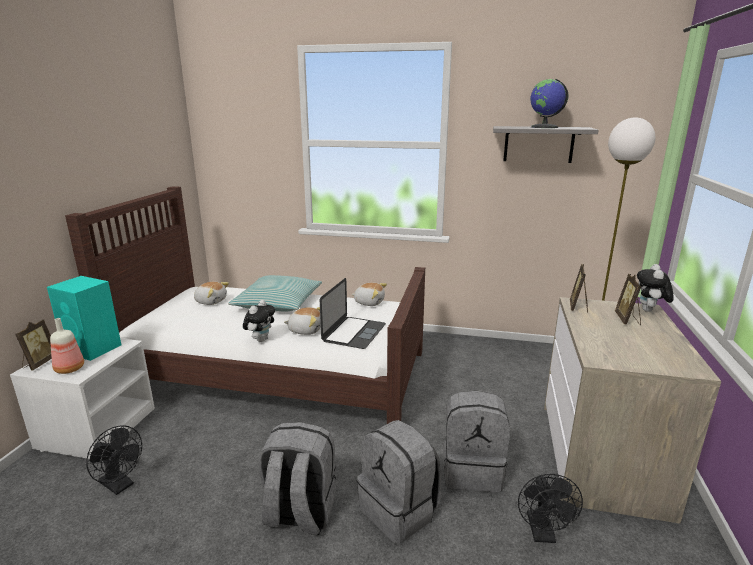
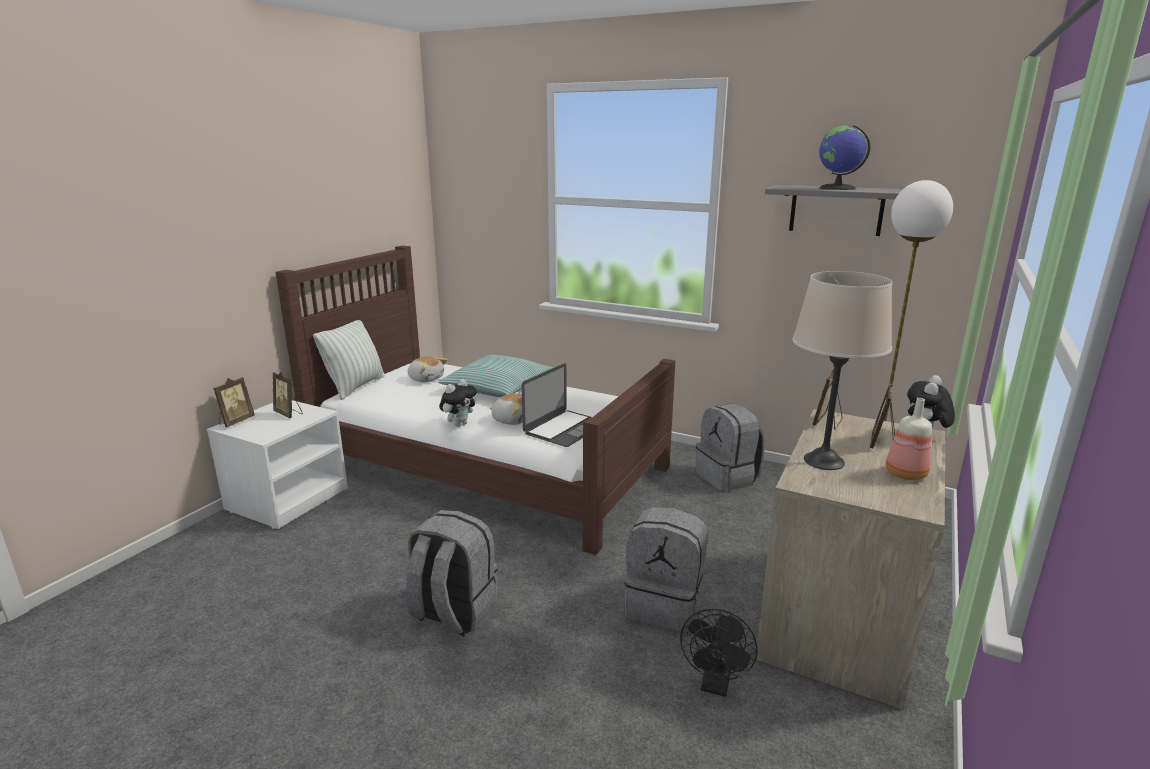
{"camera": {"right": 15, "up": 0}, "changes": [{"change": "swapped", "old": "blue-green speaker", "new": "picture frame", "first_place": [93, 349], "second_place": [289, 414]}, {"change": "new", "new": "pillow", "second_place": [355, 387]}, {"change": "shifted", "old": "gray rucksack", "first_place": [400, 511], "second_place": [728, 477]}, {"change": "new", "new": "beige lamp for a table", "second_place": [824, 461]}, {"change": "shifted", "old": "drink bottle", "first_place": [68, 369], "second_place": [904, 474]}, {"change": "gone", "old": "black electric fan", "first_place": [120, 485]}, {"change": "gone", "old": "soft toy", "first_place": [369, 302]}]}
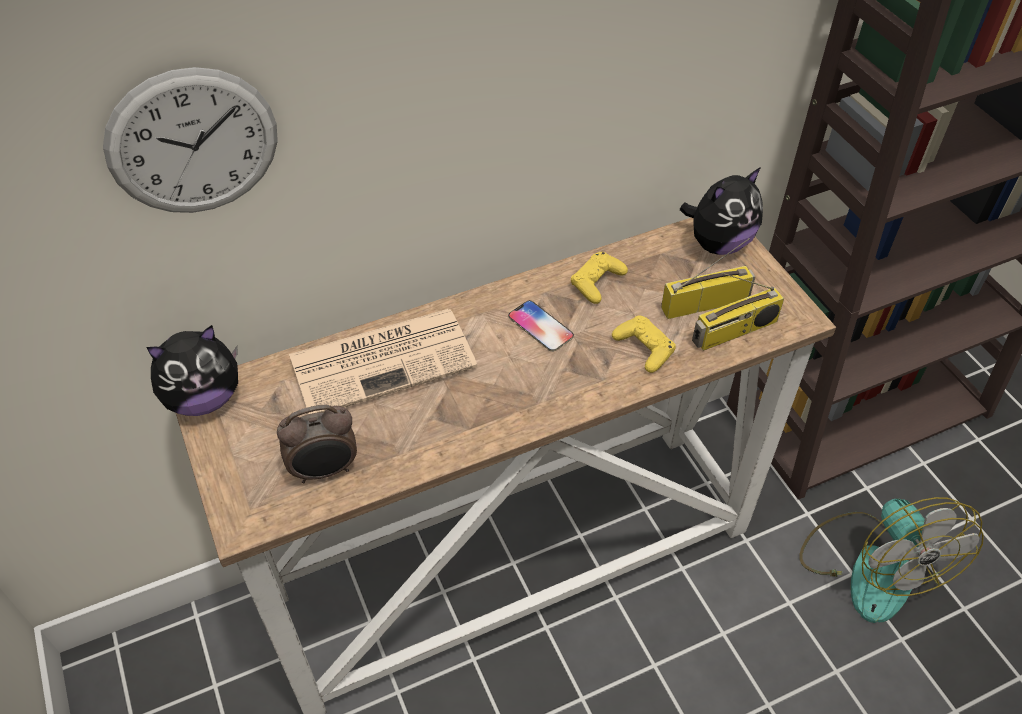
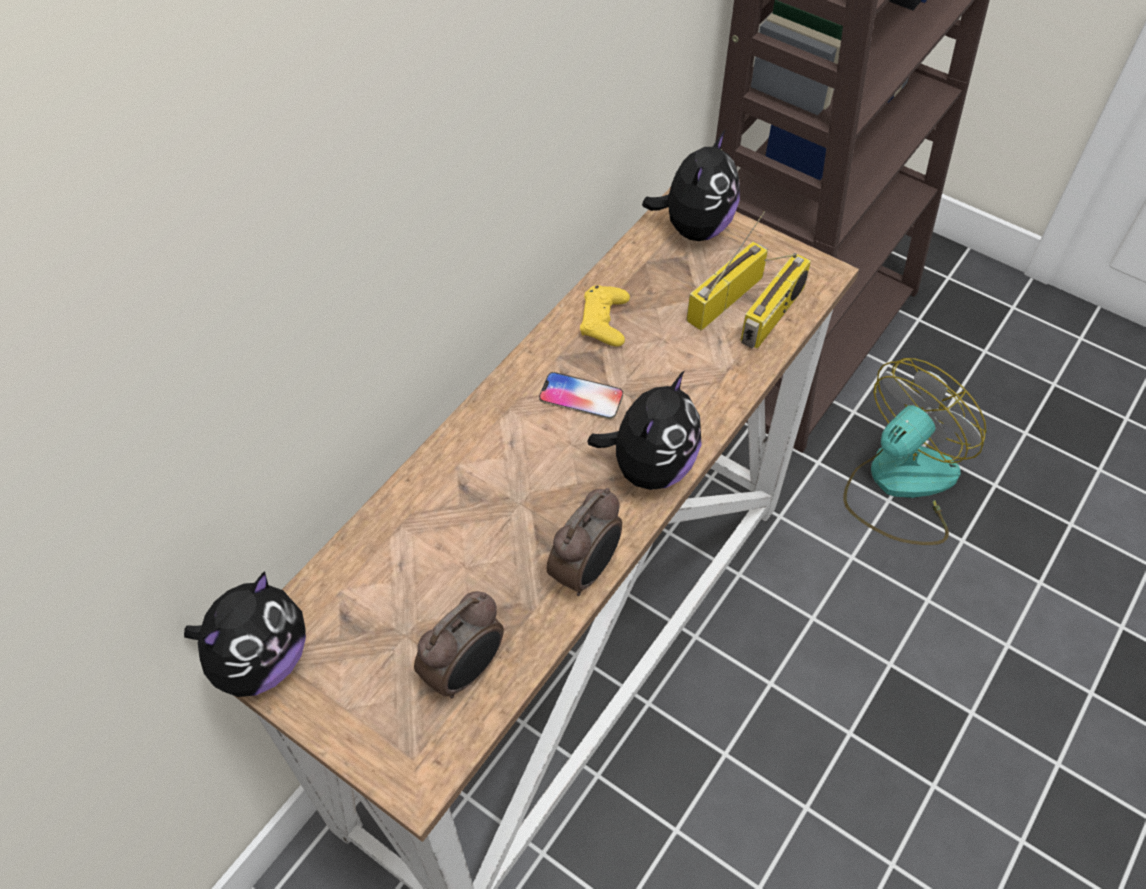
{"camera": {"right": -30, "up": 5}, "changes": [{"change": "new", "new": "table clock", "second_place": [586, 570]}, {"change": "new", "new": "soft toy", "second_place": [649, 466]}, {"change": "rotated", "old": "electric fan", "first_place": [871, 565], "second_place": [899, 484], "degrees": -90}, {"change": "gone", "old": "hanging clock", "first_place": [193, 143]}, {"change": "gone", "old": "printed paper", "first_place": [384, 360]}, {"change": "gone", "old": "yellowish game controller", "first_place": [644, 348]}]}
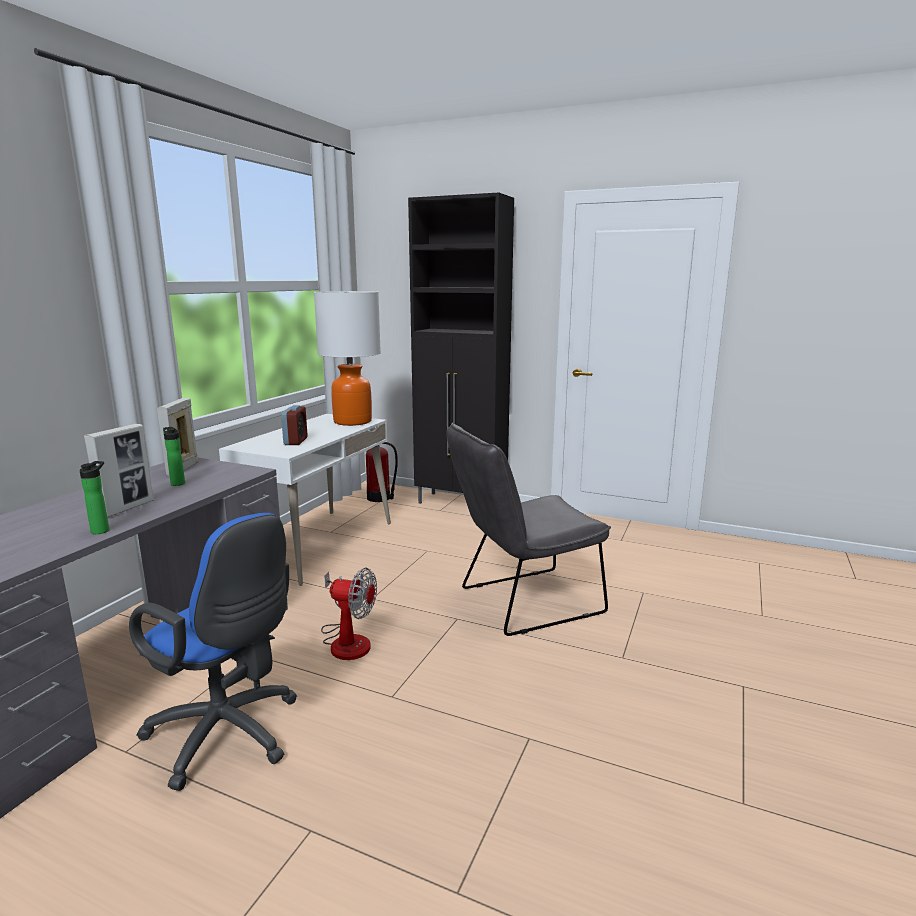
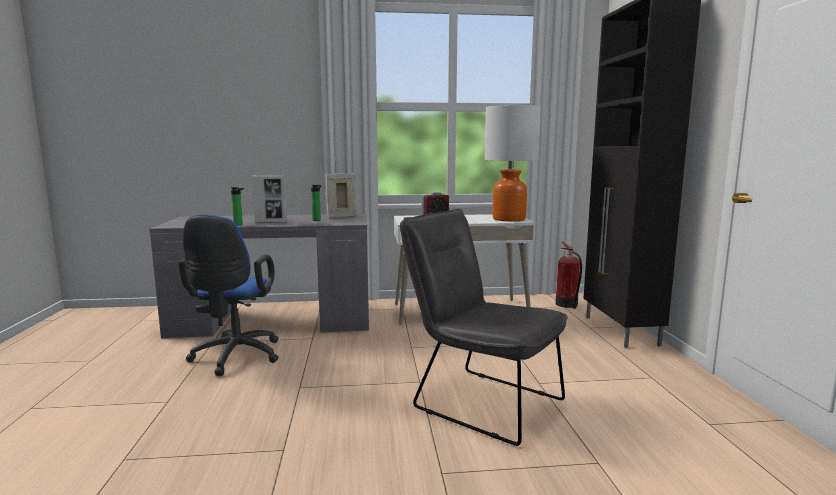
{"camera": {"right": 60, "up": -5}, "changes": [{"change": "gone", "old": "electric fan", "first_place": [347, 640]}]}
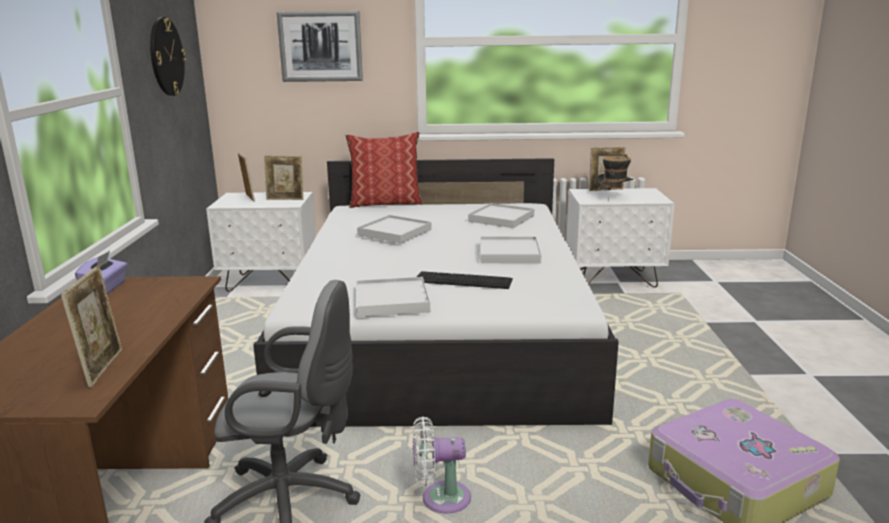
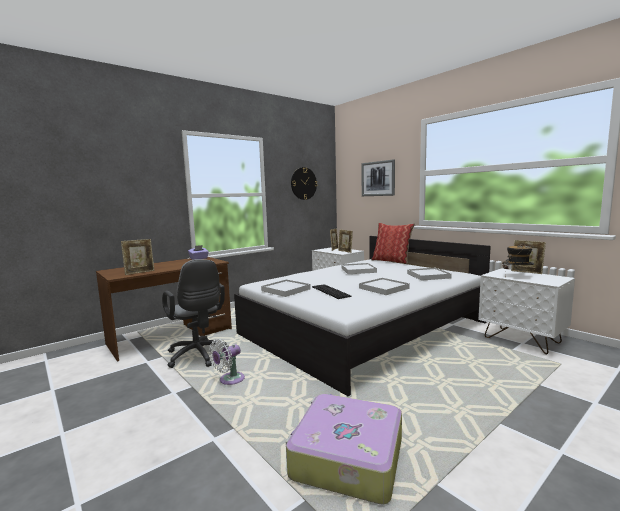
{"camera": {"right": 50, "up": -10}, "changes": [{"change": "rotated", "old": "white electric fan", "first_place": [440, 499], "second_place": [229, 380], "degrees": -90}]}
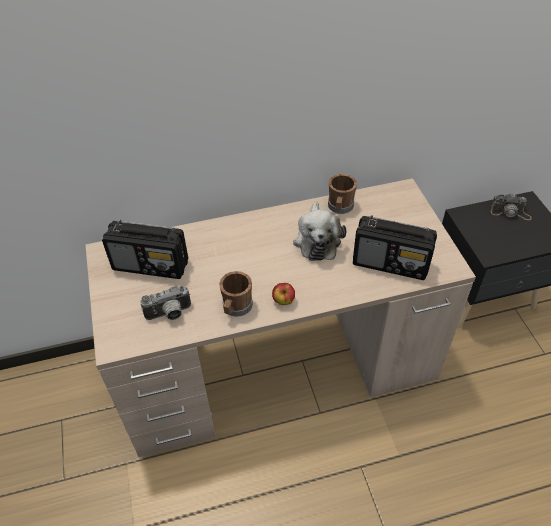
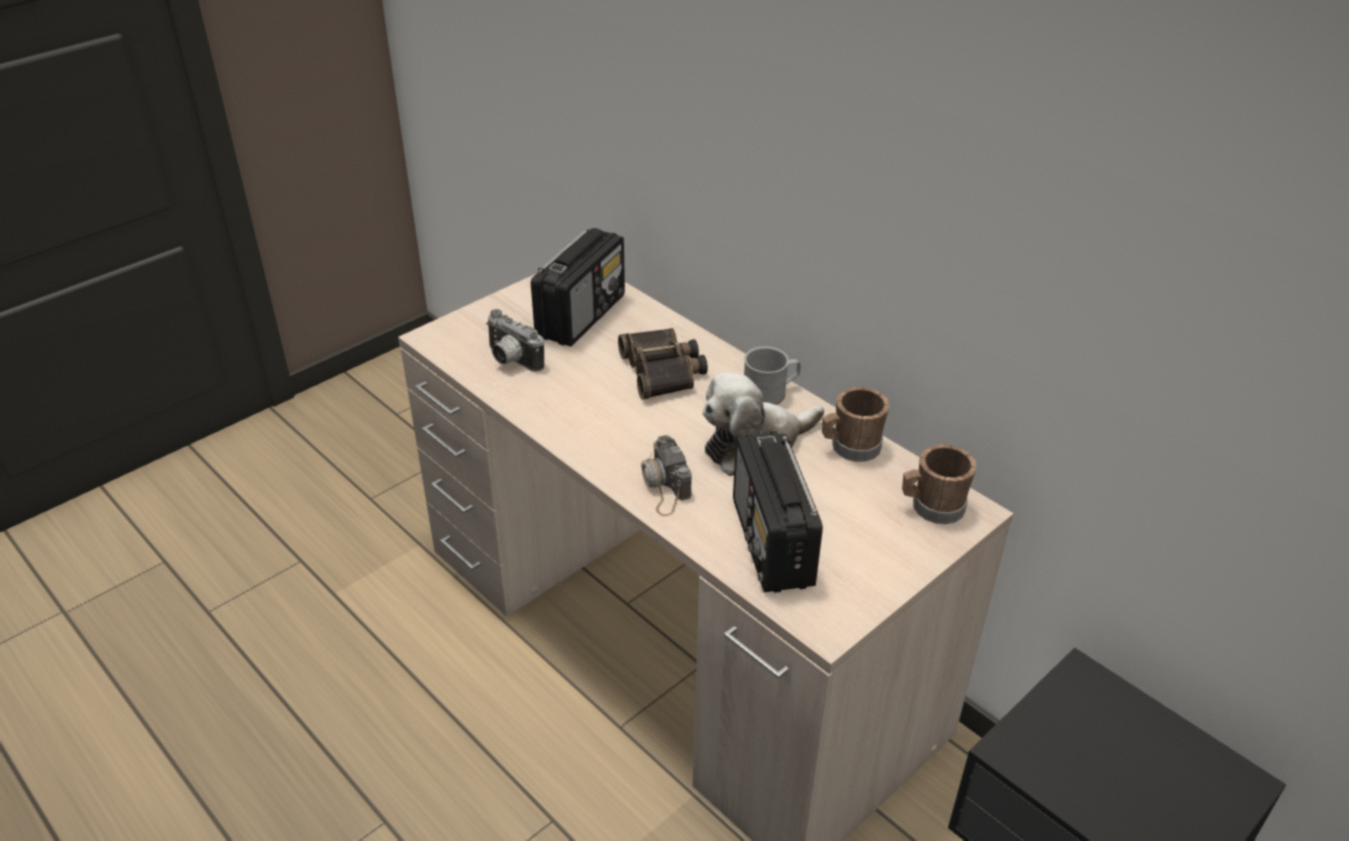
{"camera": {"right": 60, "up": -10}, "changes": [{"change": "rotated", "old": "radio", "first_place": [151, 265], "second_place": [582, 315], "degrees": -135}, {"change": "new", "new": "pair of binoculars", "second_place": [663, 371]}, {"change": "shifted", "old": "photo camera", "first_place": [510, 212], "second_place": [664, 485]}, {"change": "new", "new": "gray coffee mug", "second_place": [771, 392]}, {"change": "shifted", "old": "brown coffee mug", "first_place": [236, 308], "second_place": [932, 507]}, {"change": "gone", "old": "whole apple", "first_place": [283, 301]}]}
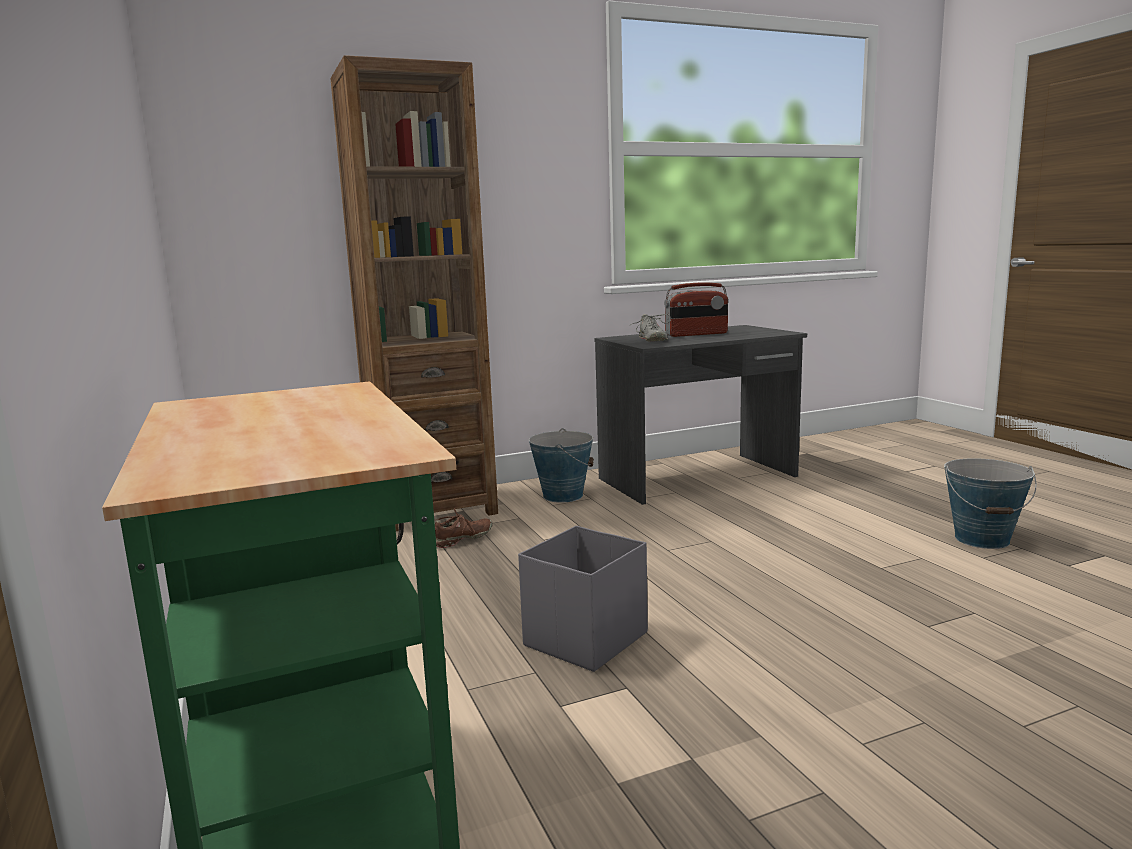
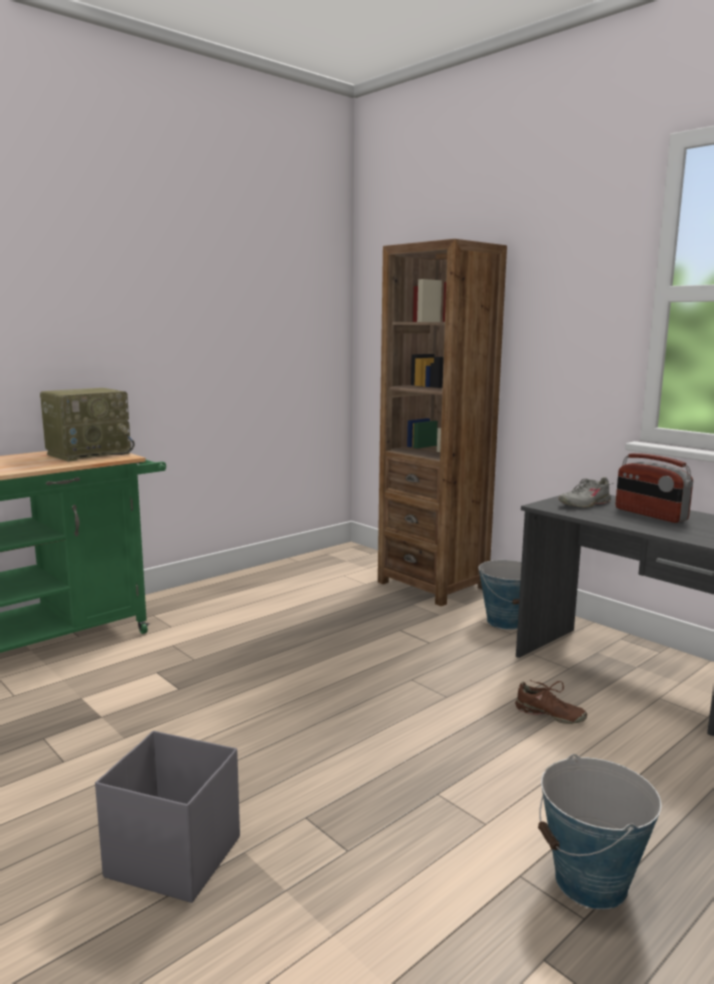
{"camera": {"right": 70, "up": 0}, "changes": [{"change": "new", "new": "radio", "second_place": [89, 453]}, {"change": "shifted", "old": "gray storage box", "first_place": [584, 640], "second_place": [173, 856]}, {"change": "shifted", "old": "brown shoe", "first_place": [463, 539], "second_place": [549, 715]}]}
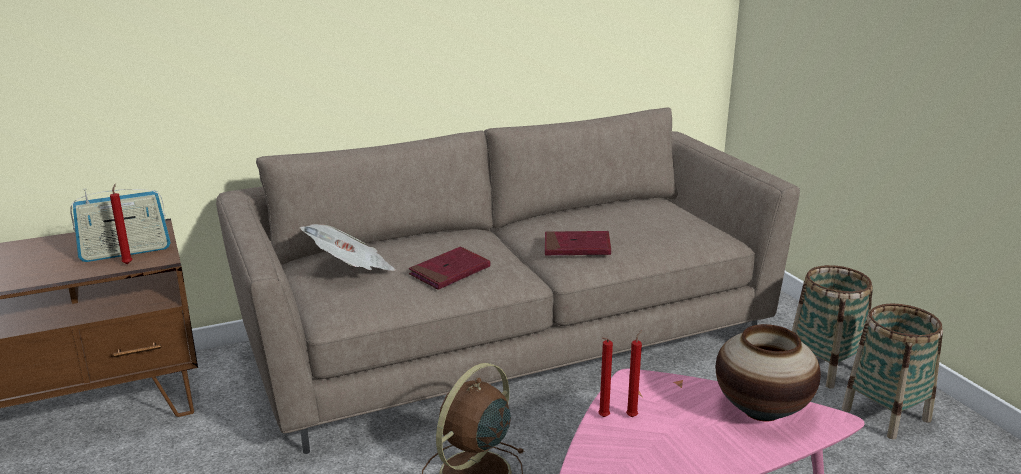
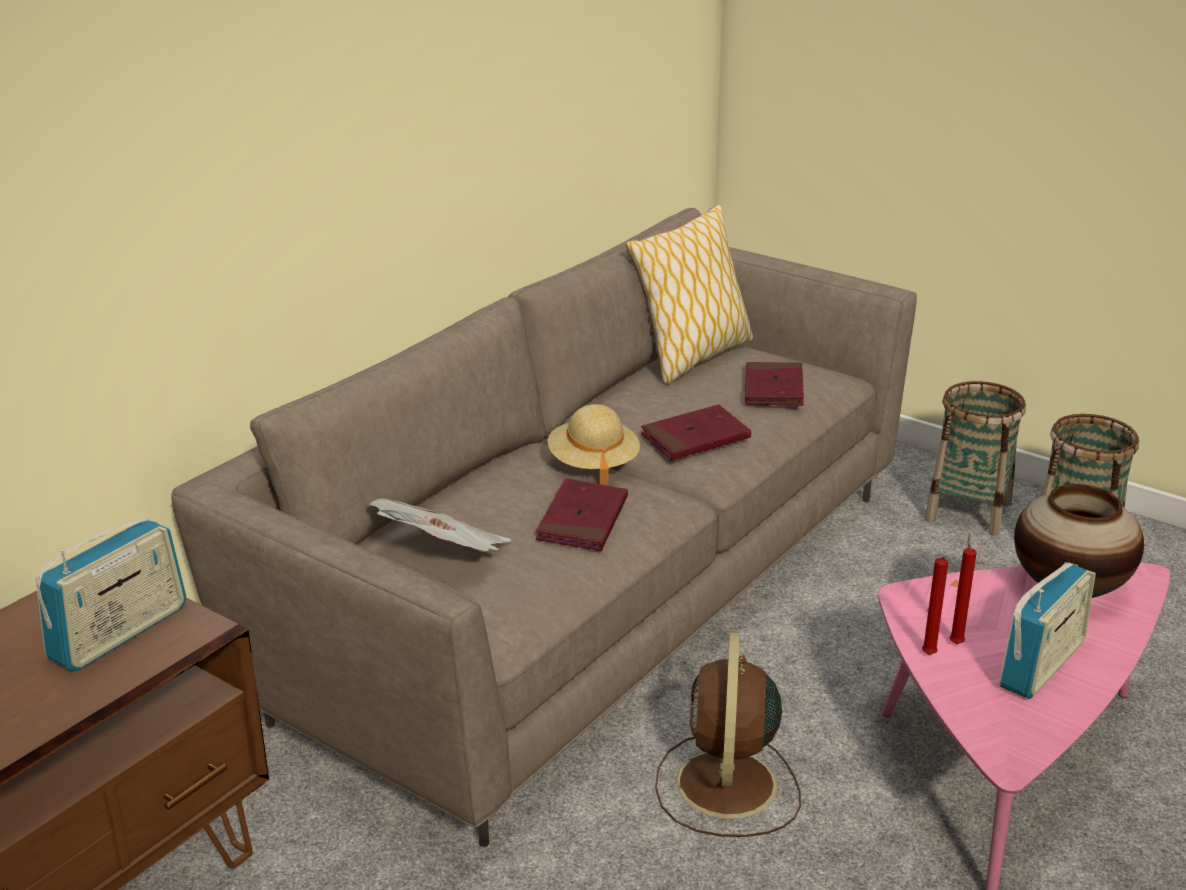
{"camera": {"right": -30, "up": 5}, "changes": [{"change": "new", "new": "beige hat", "second_place": [593, 464]}, {"change": "new", "new": "pillow", "second_place": [692, 357]}, {"change": "new", "new": "red-coloured volume", "second_place": [773, 389]}, {"change": "new", "new": "radio", "second_place": [1041, 665]}, {"change": "gone", "old": "red-coloured wax candle", "first_place": [128, 263]}]}
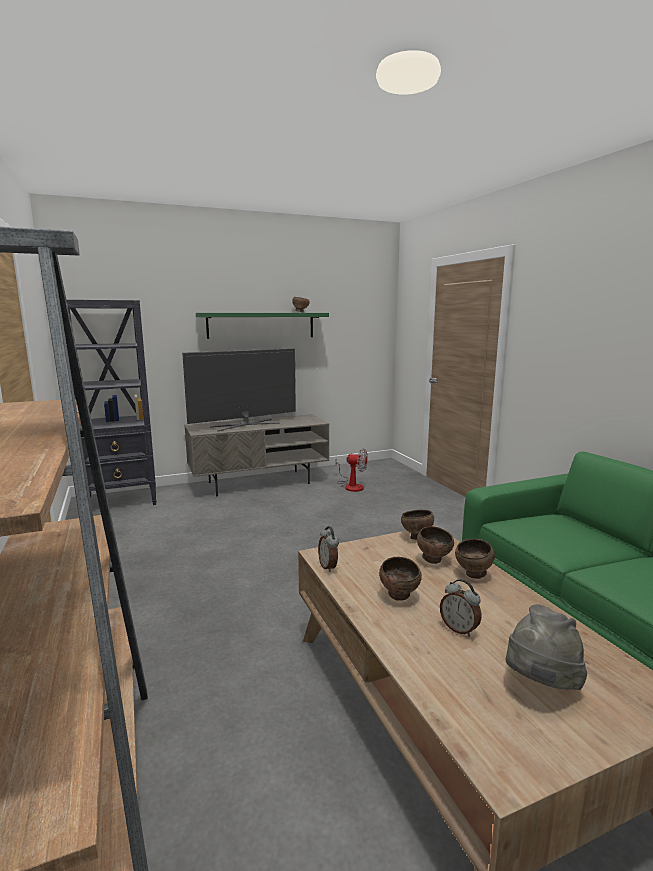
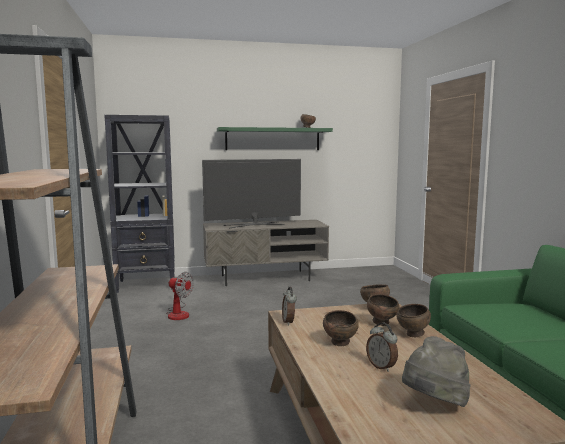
{"camera": {"right": 10, "up": -5}, "changes": [{"change": "shifted", "old": "electric fan", "first_place": [351, 486], "second_place": [178, 313]}]}
